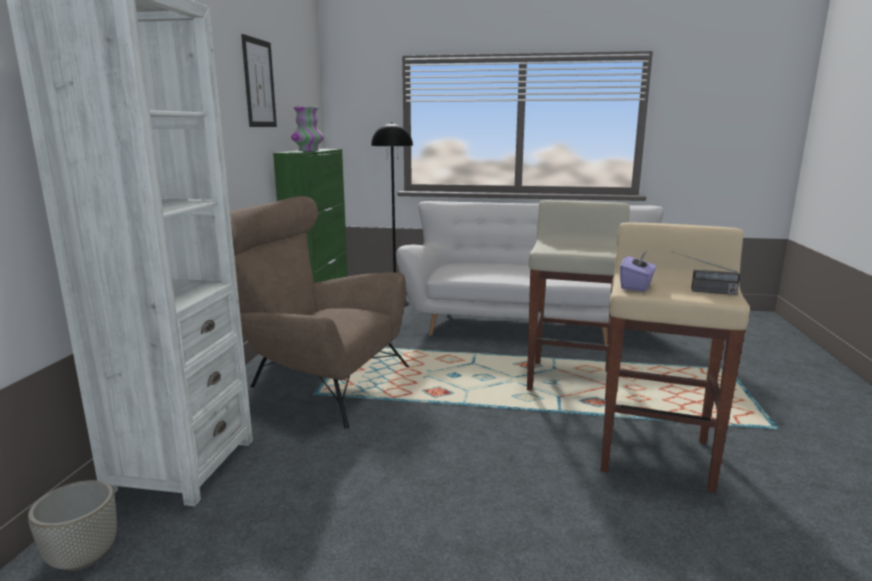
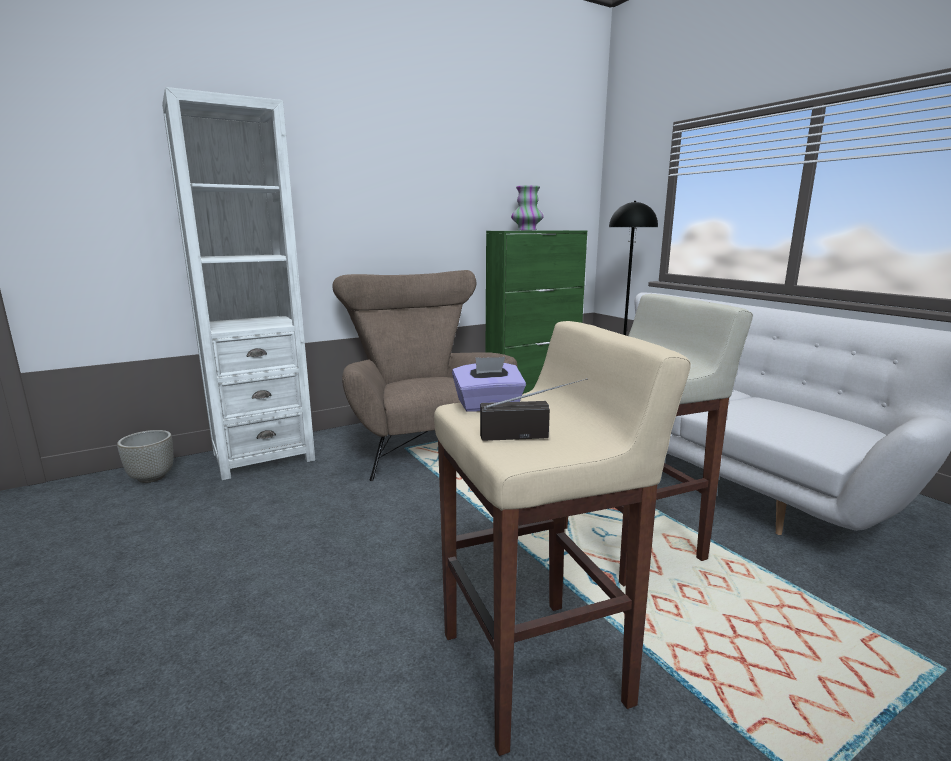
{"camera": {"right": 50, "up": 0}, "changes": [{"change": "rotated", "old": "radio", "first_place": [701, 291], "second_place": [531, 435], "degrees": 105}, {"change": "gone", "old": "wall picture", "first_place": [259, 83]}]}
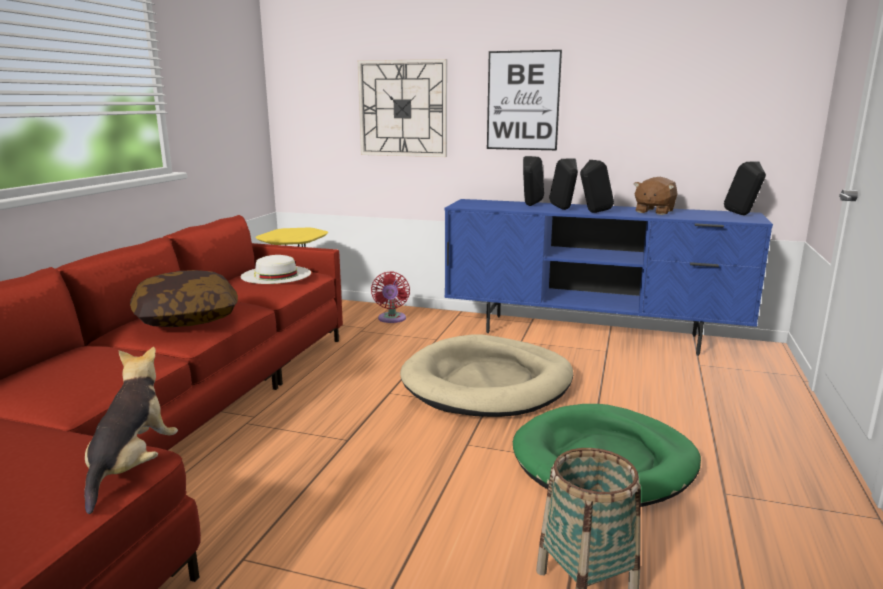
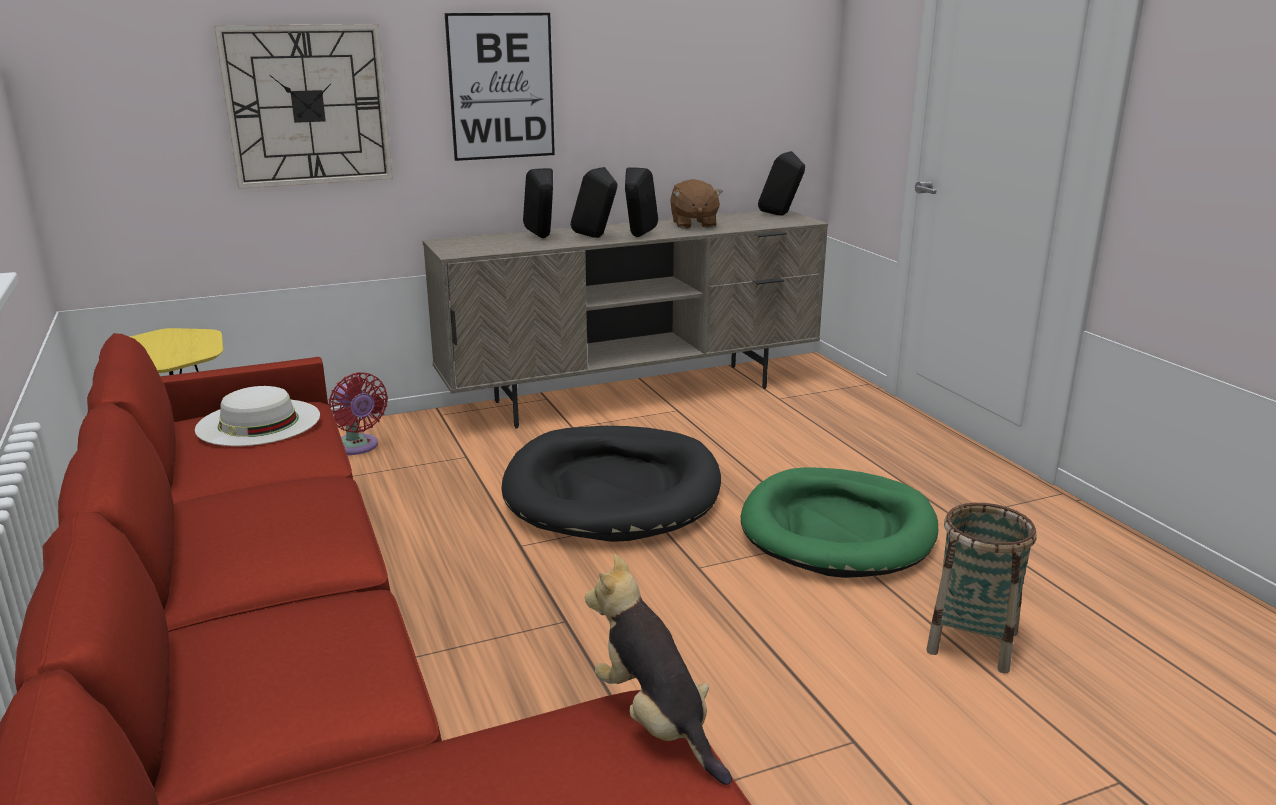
{"camera": {"right": -40, "up": 5}, "changes": [{"change": "repainted", "old": "blue-coloured tv stand", "new": "beige tv stand", "first_place": [591, 334], "second_place": [635, 395]}, {"change": "repainted", "old": "beige dog bed", "new": "black dog bed", "first_place": [487, 382], "second_place": [612, 490]}, {"change": "gone", "old": "pillow", "first_place": [186, 317]}]}
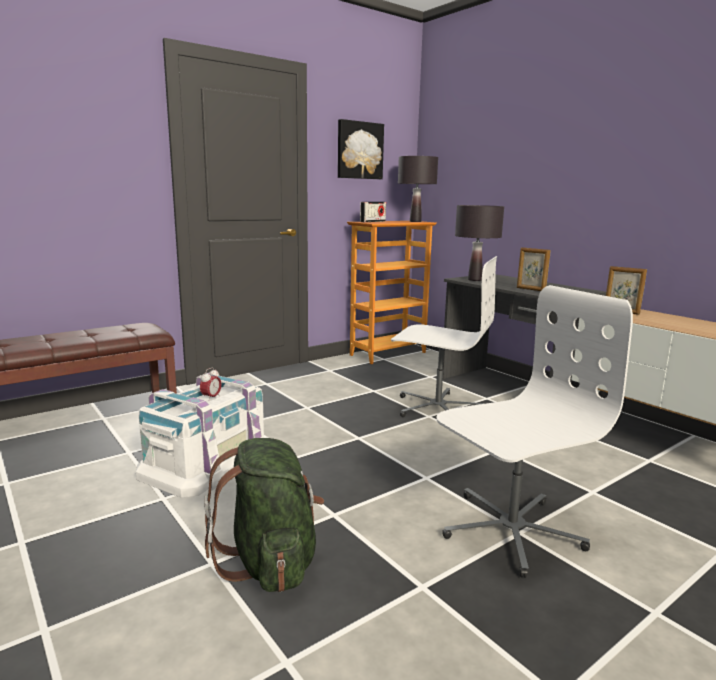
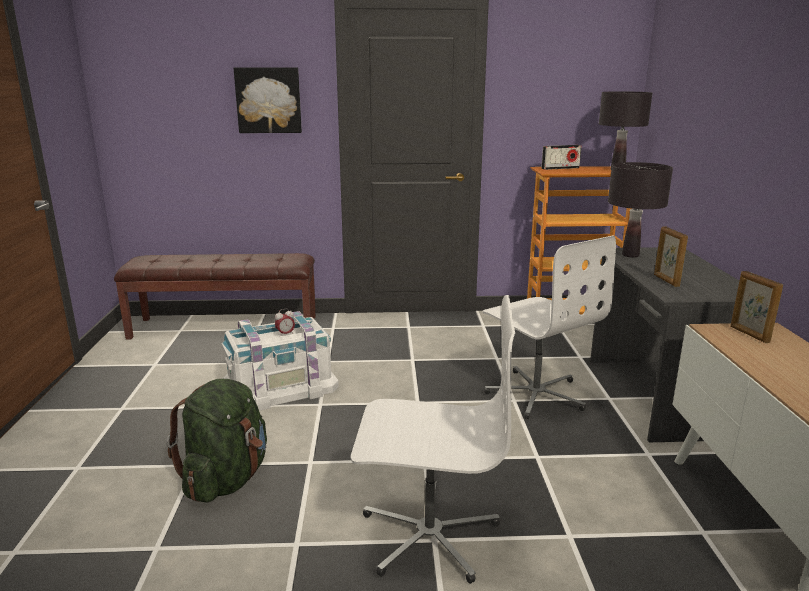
{"camera": {"right": 35, "up": 5}, "changes": [{"change": "shifted", "old": "wall picture", "first_place": [359, 150], "second_place": [268, 100]}]}
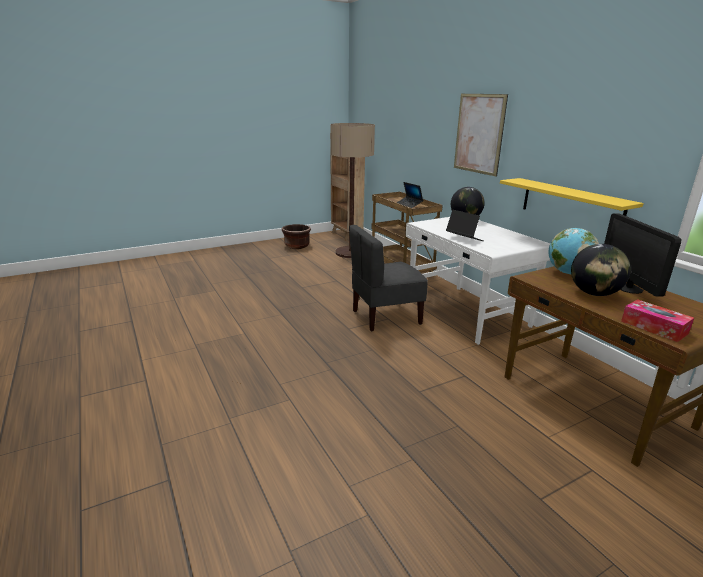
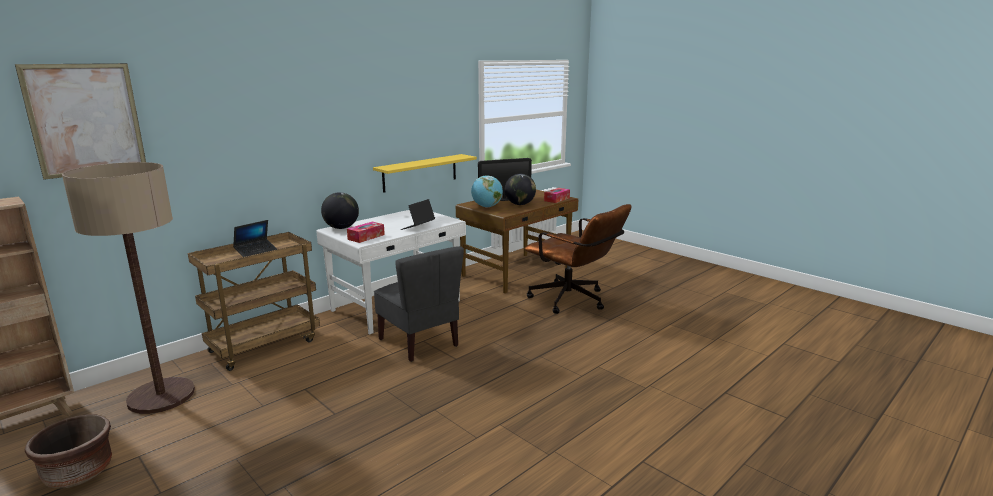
{"camera": {"right": -105, "up": -5}, "changes": [{"change": "shifted", "old": "wall picture", "first_place": [479, 134], "second_place": [86, 120]}, {"change": "new", "new": "tissue holder", "second_place": [366, 237]}, {"change": "new", "new": "brown office chair", "second_place": [573, 301]}]}
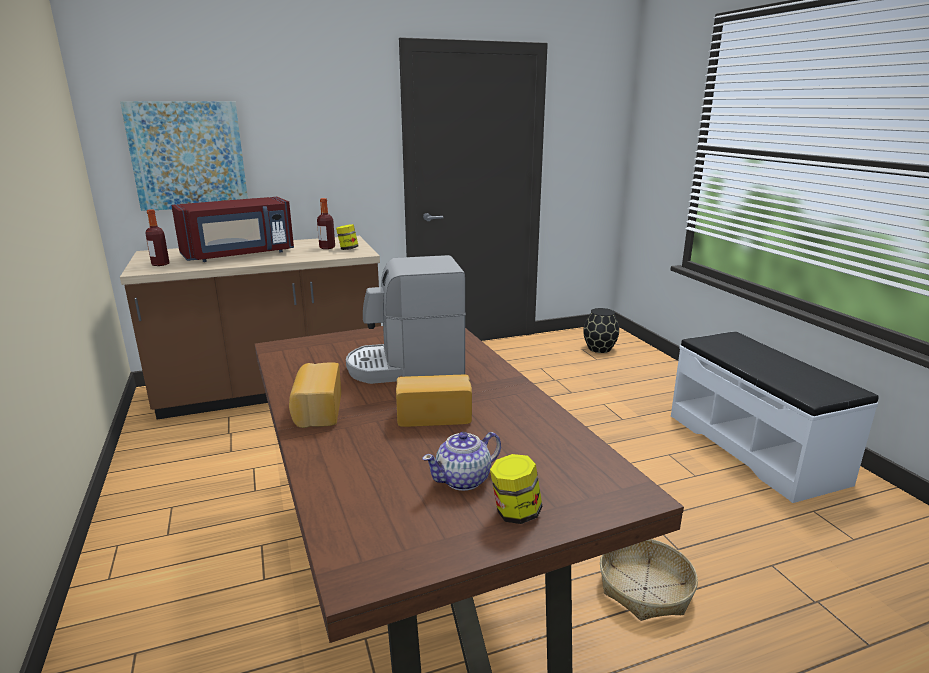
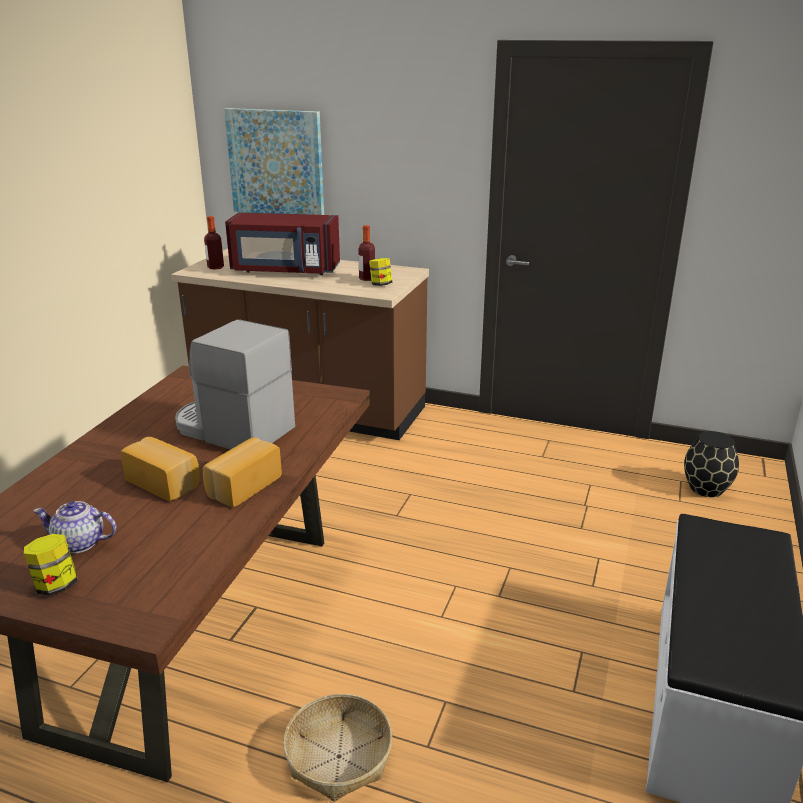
{"camera": {"right": 40, "up": 5}, "changes": [{"change": "shifted", "old": "bakery bread", "first_place": [316, 410], "second_place": [242, 485]}]}
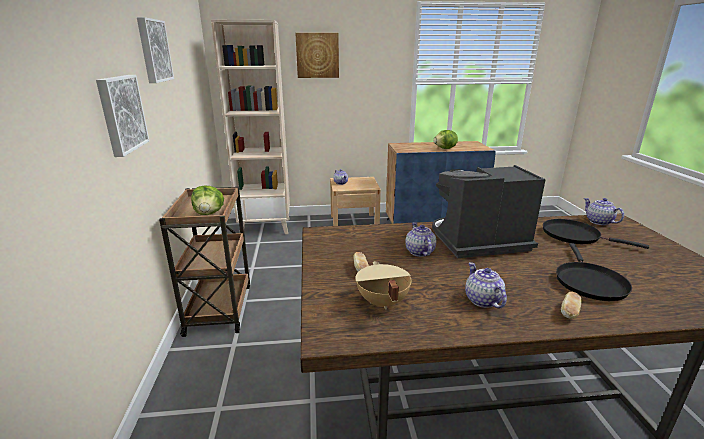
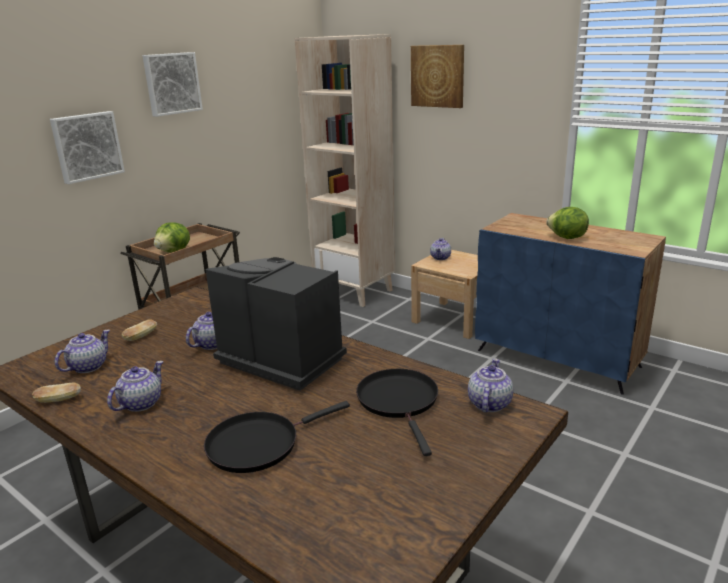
{"camera": {"right": 45, "up": 0}, "changes": [{"change": "shifted", "old": "bakery bread", "first_place": [570, 312], "second_place": [59, 400]}, {"change": "swapped", "old": "beige saucepot", "new": "tea pot", "first_place": [381, 302], "second_place": [88, 366]}]}
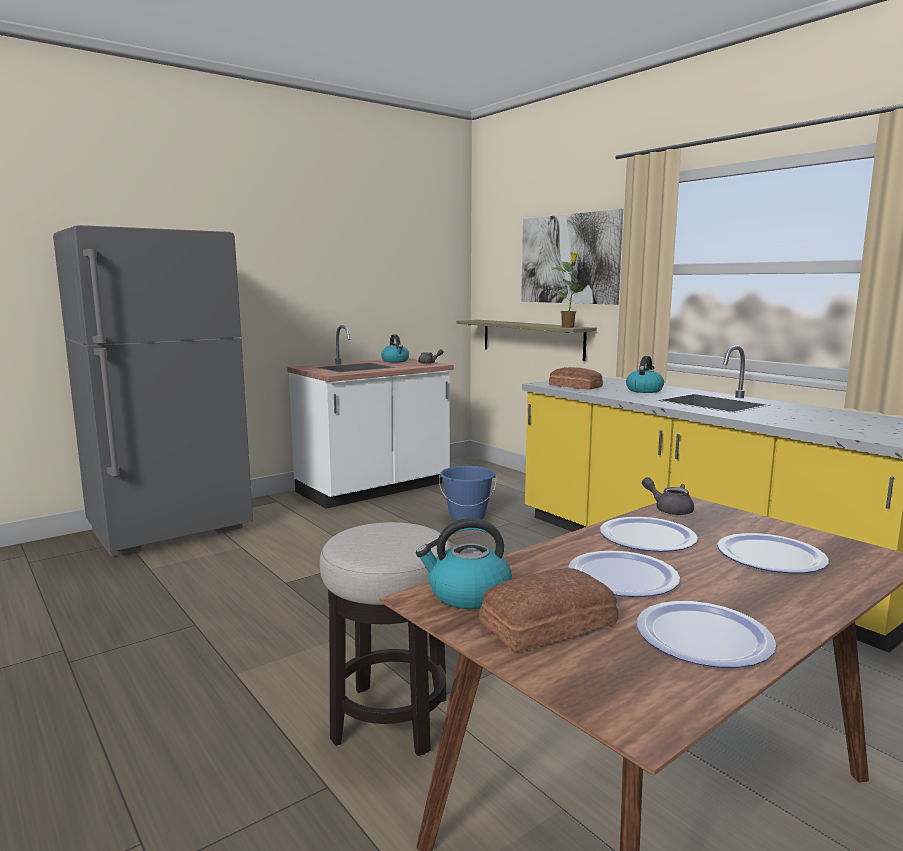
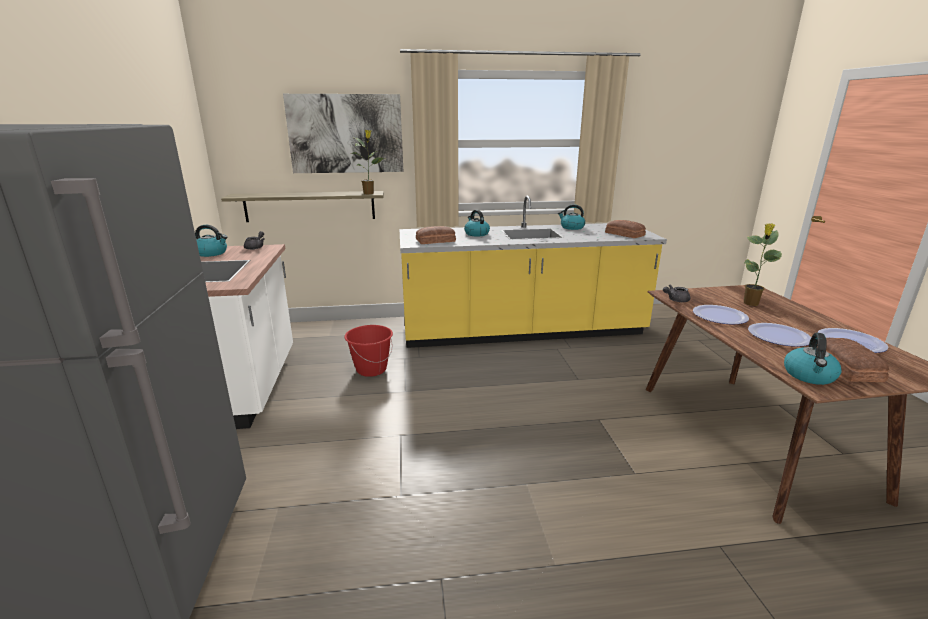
{"camera": {"right": -60, "up": 10}, "changes": [{"change": "repainted", "old": "blue-coloured pail", "new": "red-coloured pail", "first_place": [467, 517], "second_place": [371, 369]}, {"change": "new", "new": "tea kettle", "second_place": [571, 227]}, {"change": "new", "new": "bakery bread", "second_place": [624, 234]}, {"change": "swapped", "old": "plate", "new": "houseplant", "first_place": [771, 556], "second_place": [750, 303]}, {"change": "gone", "old": "sitting stool", "first_place": [390, 719]}]}
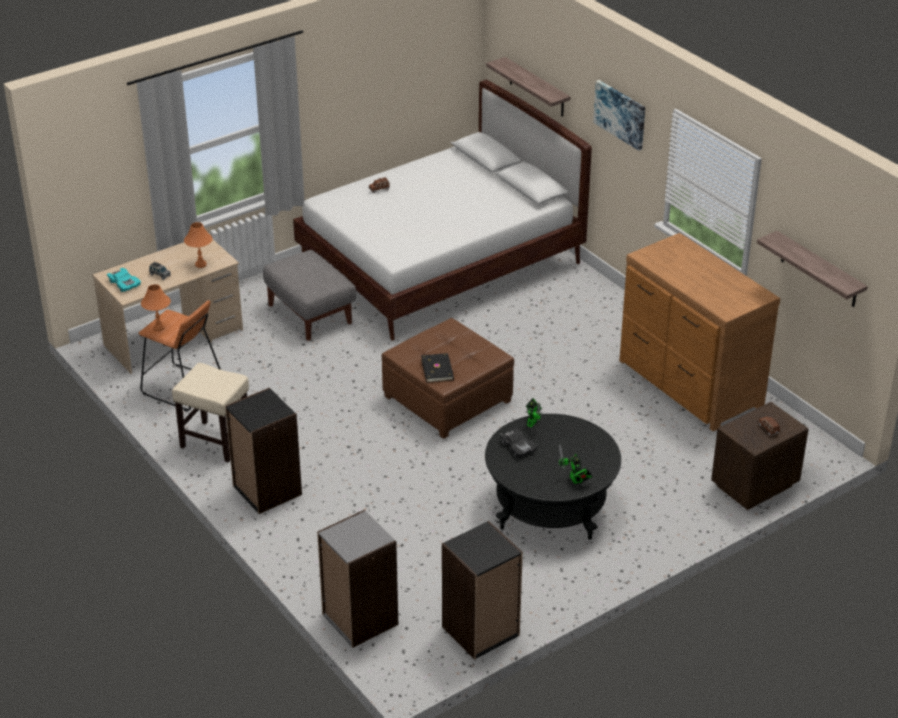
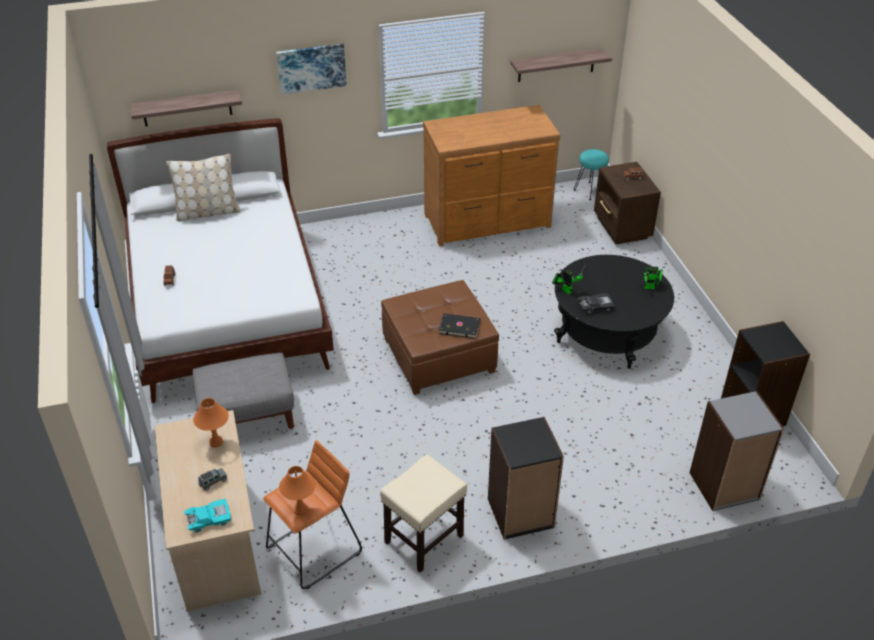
{"camera": {"right": -70, "up": 5}, "changes": [{"change": "new", "new": "beige pillow", "second_place": [207, 212]}, {"change": "new", "new": "blue-green sitting stool", "second_place": [590, 191]}]}
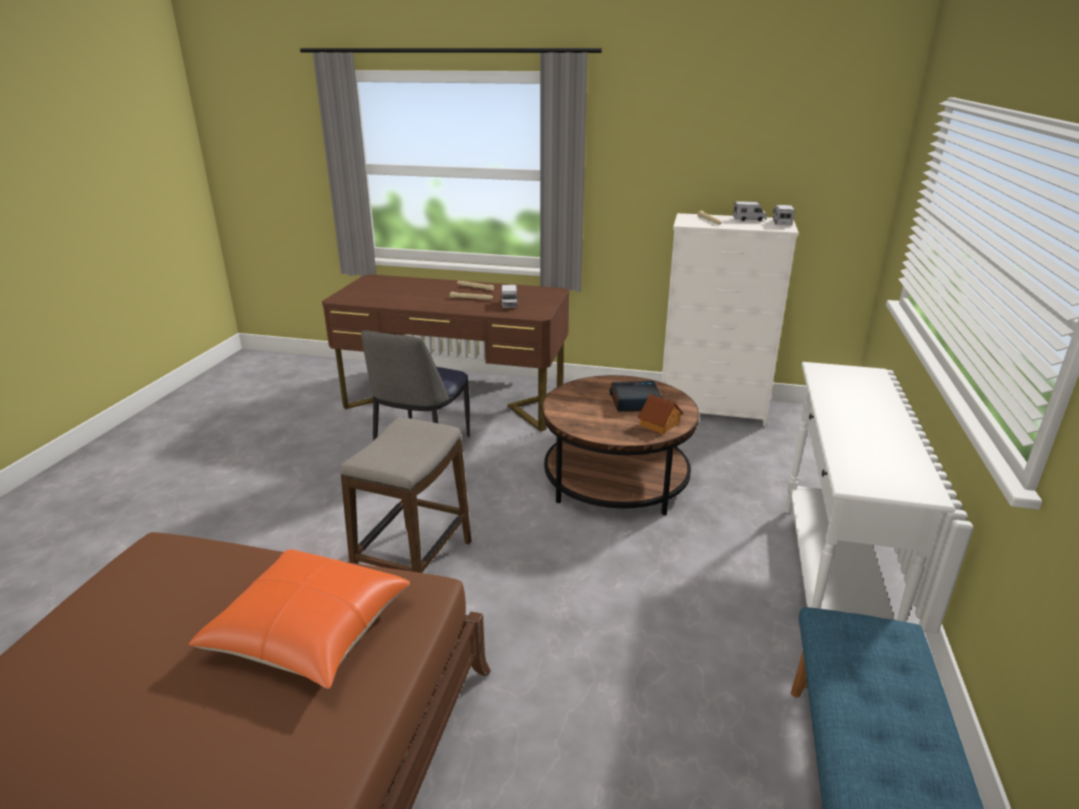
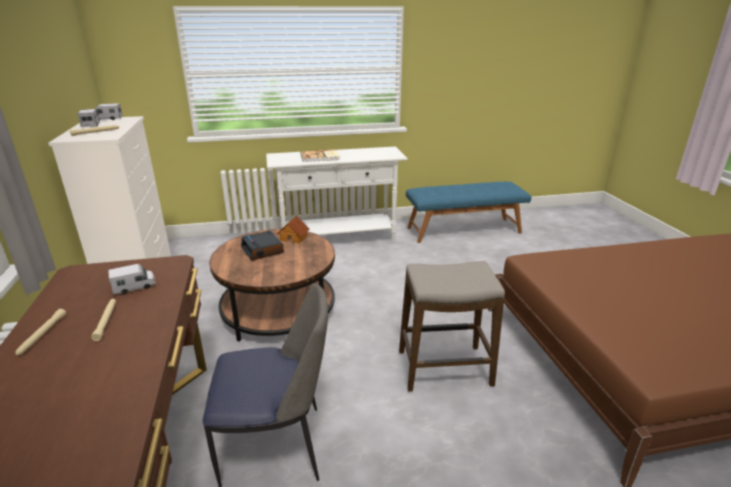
{"camera": {"right": -115, "up": 0}, "changes": [{"change": "new", "new": "volume", "second_place": [320, 157]}, {"change": "gone", "old": "orangey pillow", "first_place": [309, 632]}]}
